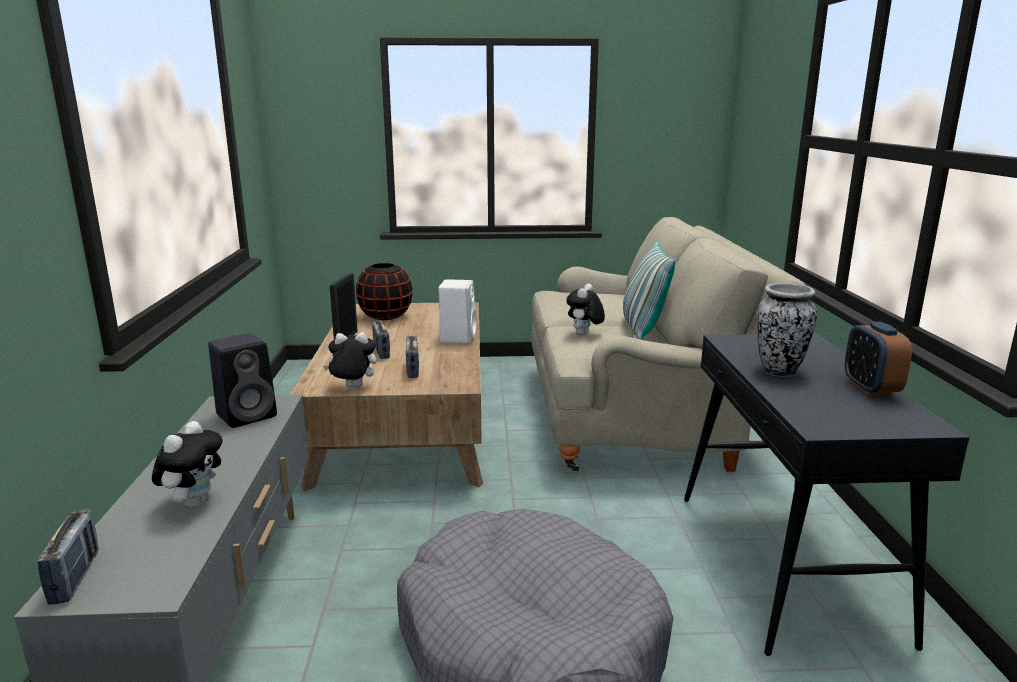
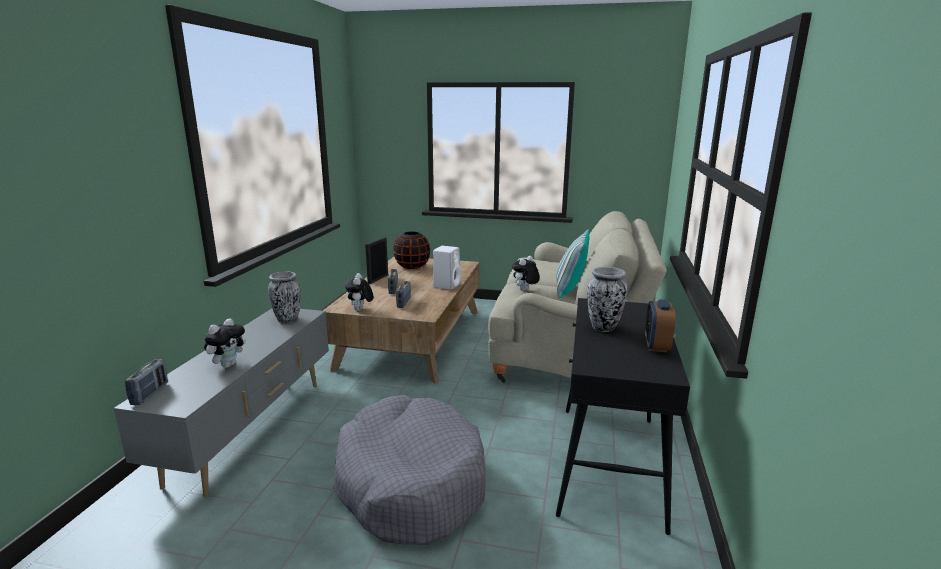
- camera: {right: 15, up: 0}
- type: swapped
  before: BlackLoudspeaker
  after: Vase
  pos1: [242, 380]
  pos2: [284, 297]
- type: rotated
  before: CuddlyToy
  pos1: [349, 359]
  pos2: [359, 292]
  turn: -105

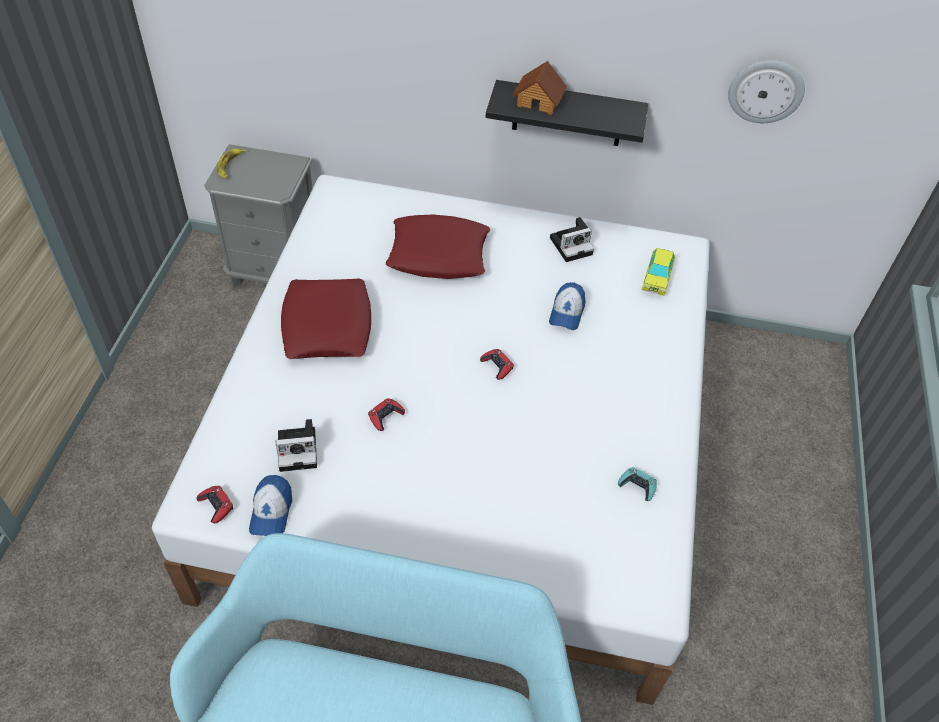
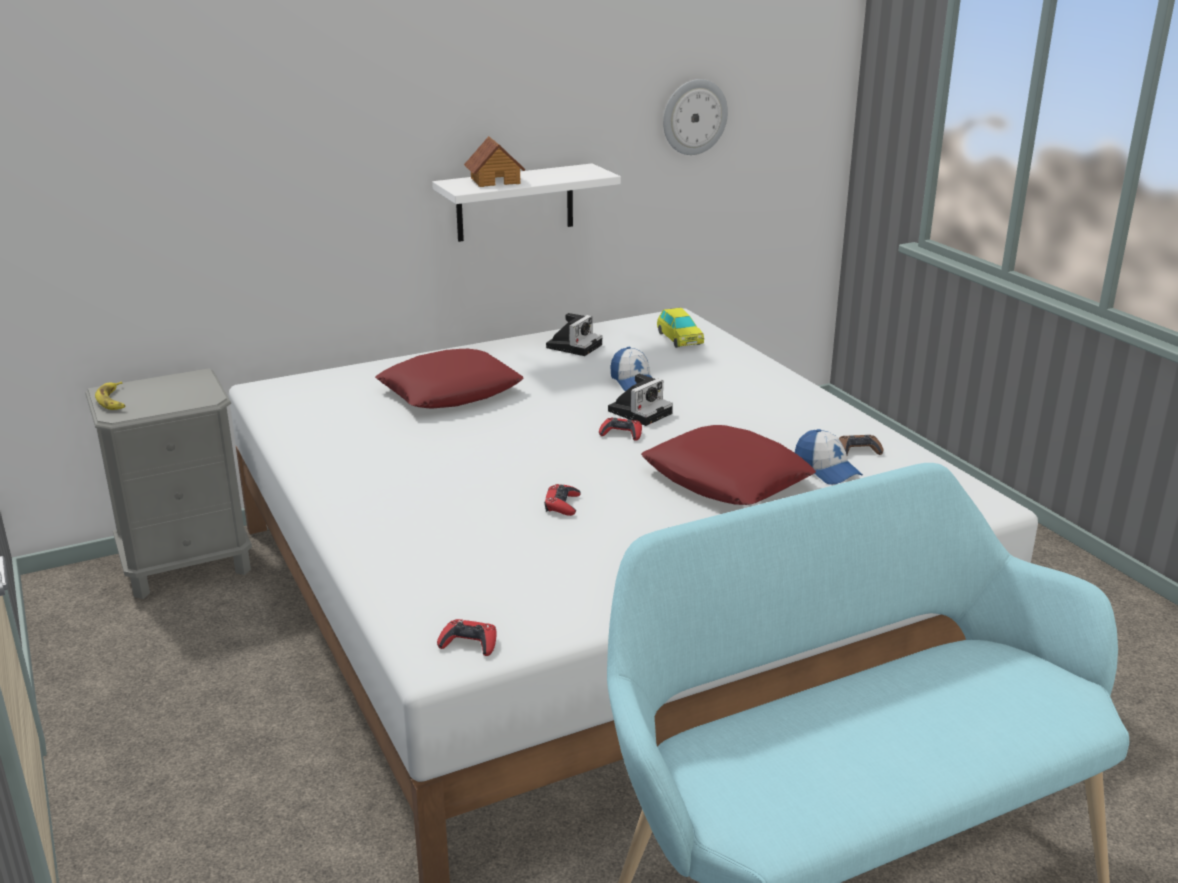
- camera: {right: -35, up: -25}
- type: shifted
  before: PeakedCap
  pos1: [270, 505]
  pos2: [829, 457]
- type: shifted
  before: PhotoCamera
  pos1: [296, 445]
  pos2: [640, 400]
- type: shifted
  before: ReddishThrowPillow
  pos1: [326, 318]
  pos2: [728, 465]
- type: repainted
  before: BlackWallShelf
  after: WhiteColouredWallShelf
  pos1: [567, 113]
  pos2: [526, 202]
- type: repainted
  before: TurquoiseColouredJoypad
  after: BrownColouredJoypad
  pos1: [637, 484]
  pos2: [861, 445]

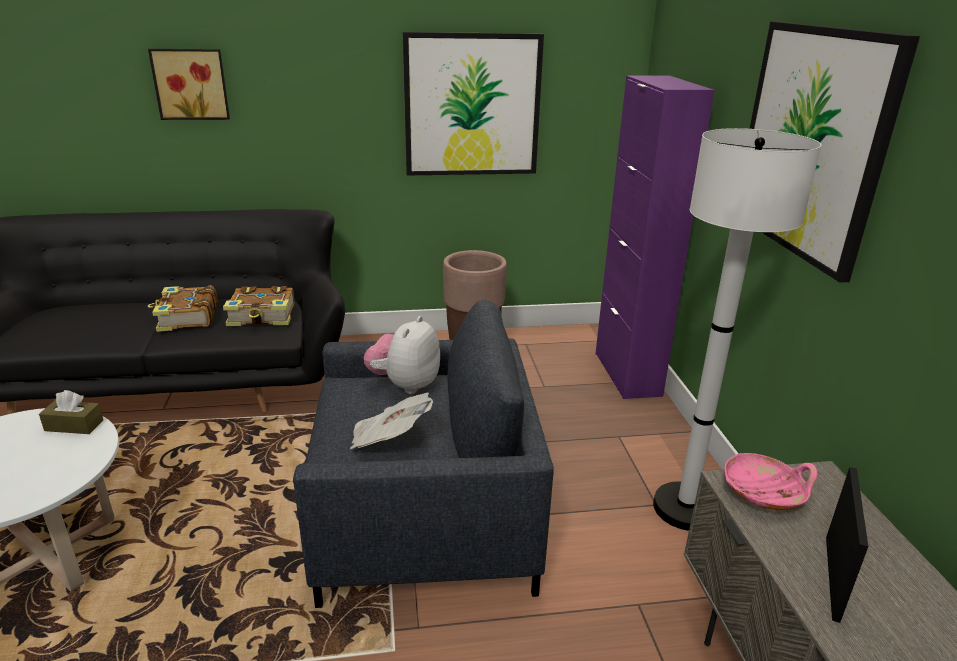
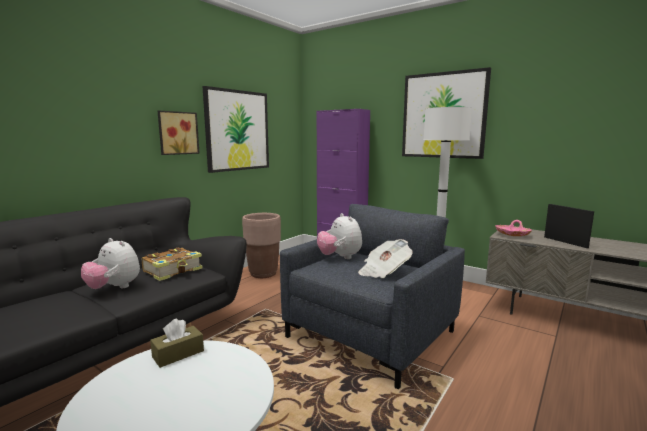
- camera: {right: -45, up: -15}
- type: shifted
  before: WallArt
  pos1: [189, 84]
  pos2: [179, 133]
- type: swapped
  before: BoundBook
  after: CuddlyToy
  pos1: [183, 308]
  pos2: [110, 263]

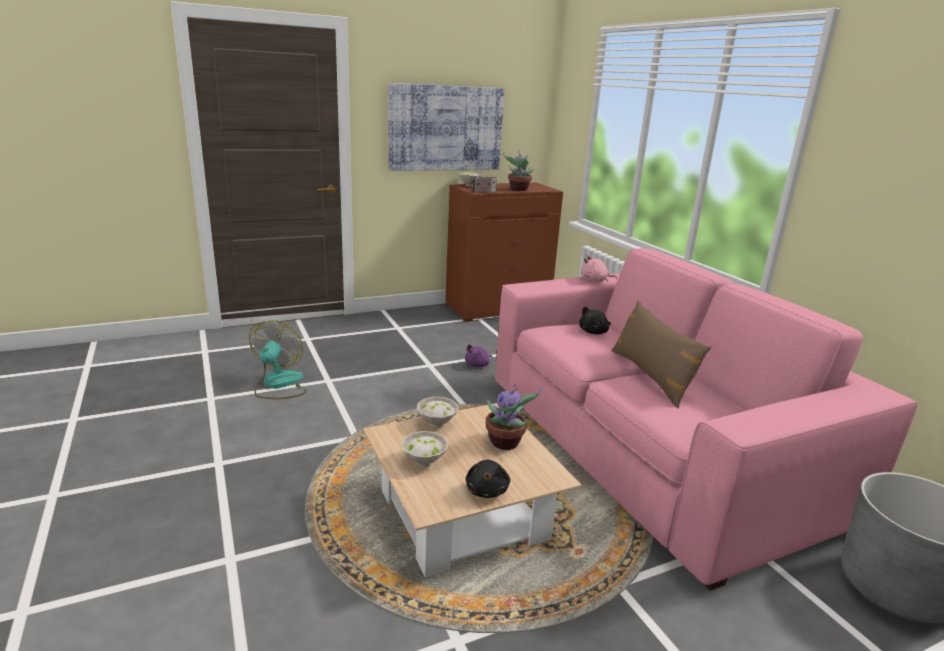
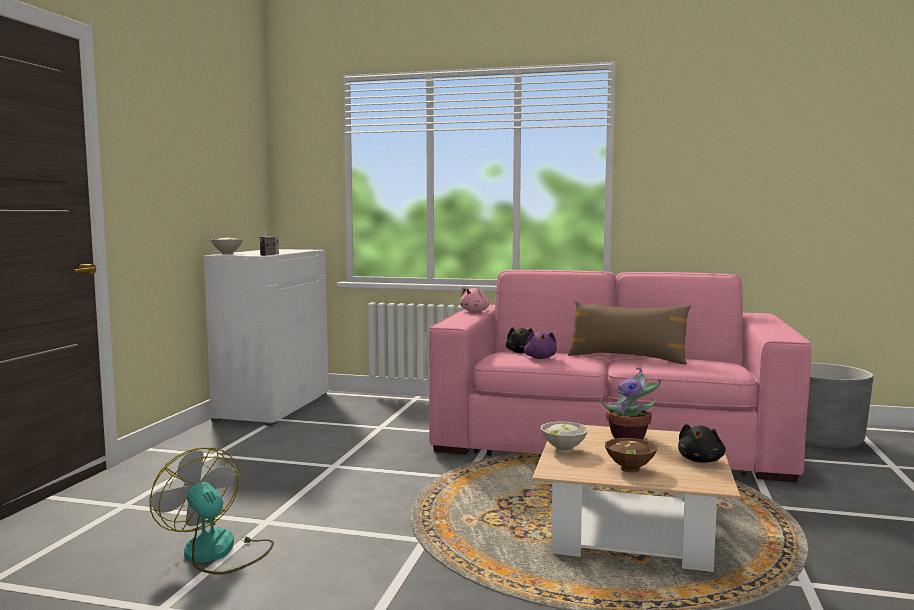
- camera: {right: -50, up: -15}
- type: gone
  before: WallArt
  pos1: [446, 127]
- type: gone
  before: PlantInAPot
  pos1: [518, 170]
- type: shifted
  before: PurplishCuddlyToy
  pos1: [478, 355]
  pos2: [540, 345]
- type: repainted
  before: WhiteColouredBowl
  after: BrownColouredBowl
  pos1: [424, 449]
  pos2: [631, 455]
- type: repainted
  before: BrownColouredStorageCabinet
  after: WhiteColouredStorageCabinet
  pos1: [504, 252]
  pos2: [266, 337]
- type: rotated
  before: BlackCuddlyToy
  pos1: [488, 479]
  pos2: [702, 443]
  turn: 75

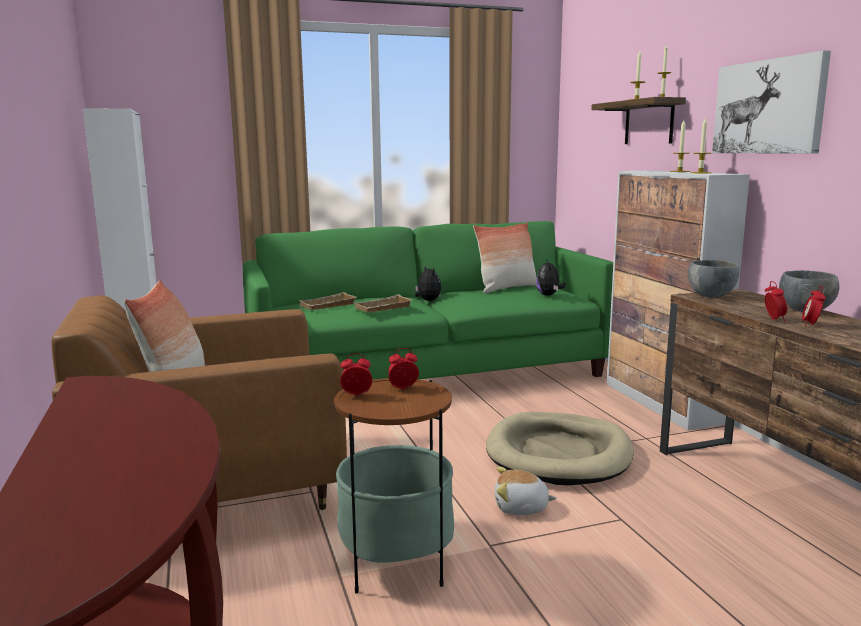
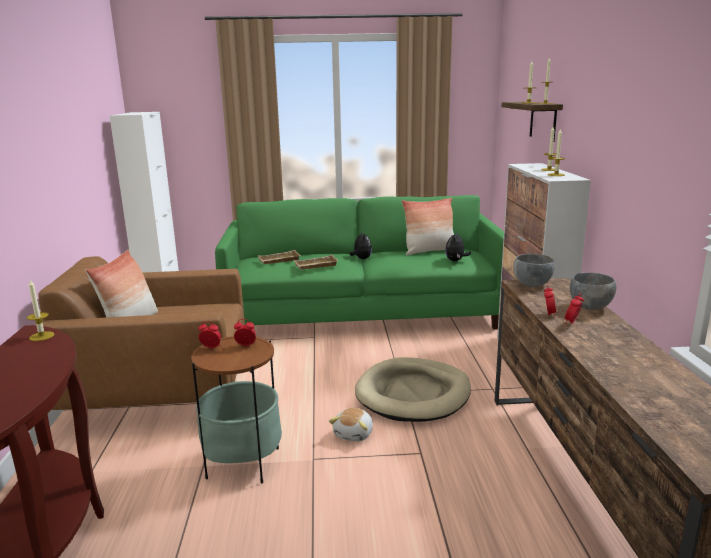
- camera: {right: 15, up: 5}
- type: gone
  before: WallArt
  pos1: [771, 102]
- type: new
  after: Candle
  pos2: [40, 310]
- type: rotated
  before: CuddlyToy
  pos1: [526, 491]
  pos2: [351, 425]
  turn: -90

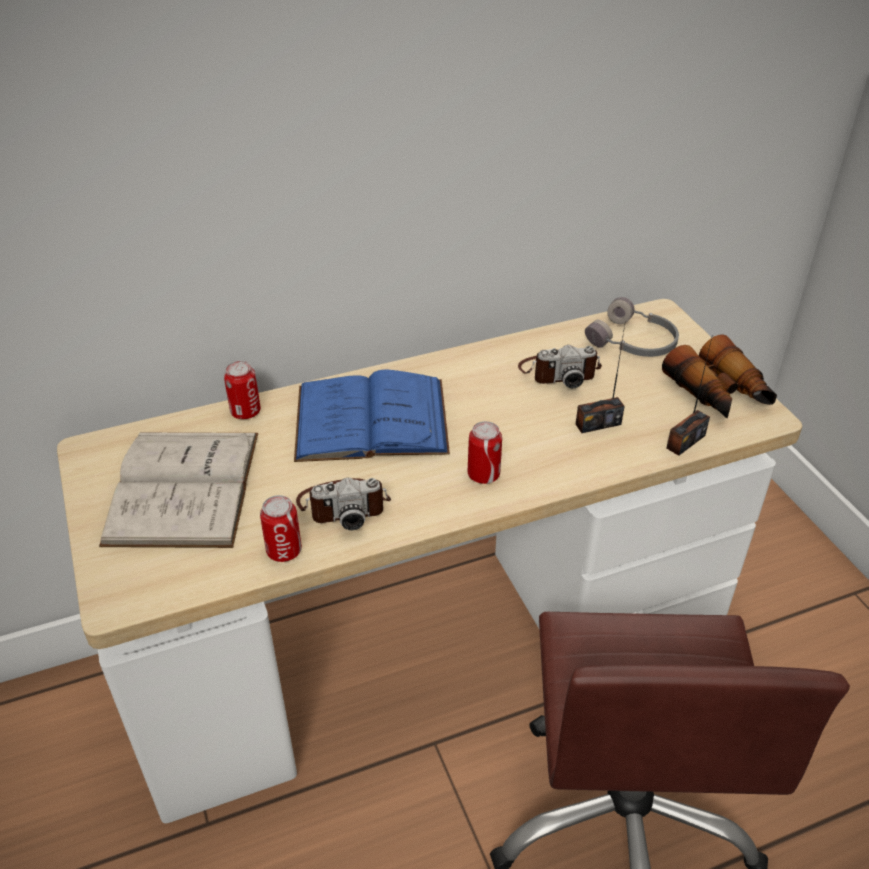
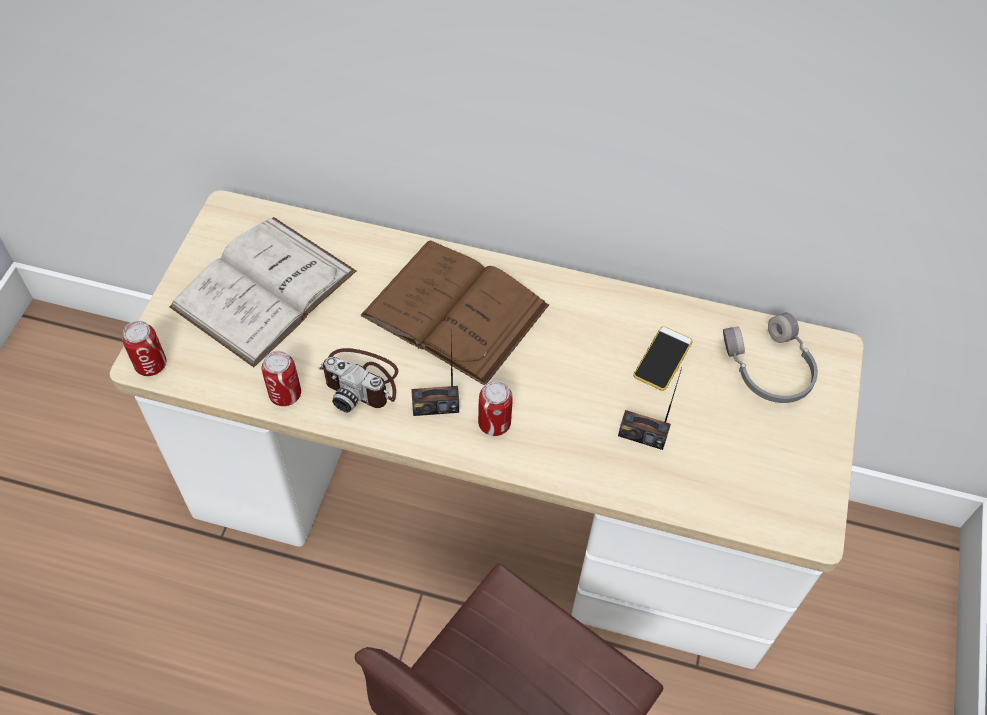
- camera: {right: 35, up: 15}
- type: gone
  before: PairOfBinoculars
  pos1: [719, 376]
- type: shifted
  before: MetalCan
  pos1: [242, 390]
  pos2: [144, 348]
- type: shifted
  before: Radio
  pos1: [689, 395]
  pos2: [435, 377]
- type: swapped
  before: PhotoCamera
  after: Telephone
  pos1: [560, 367]
  pos2: [662, 358]
- type: repainted
  before: BluishBoundBook
  after: BrownColouredBoundBook
  pos1: [372, 415]
  pos2: [455, 313]

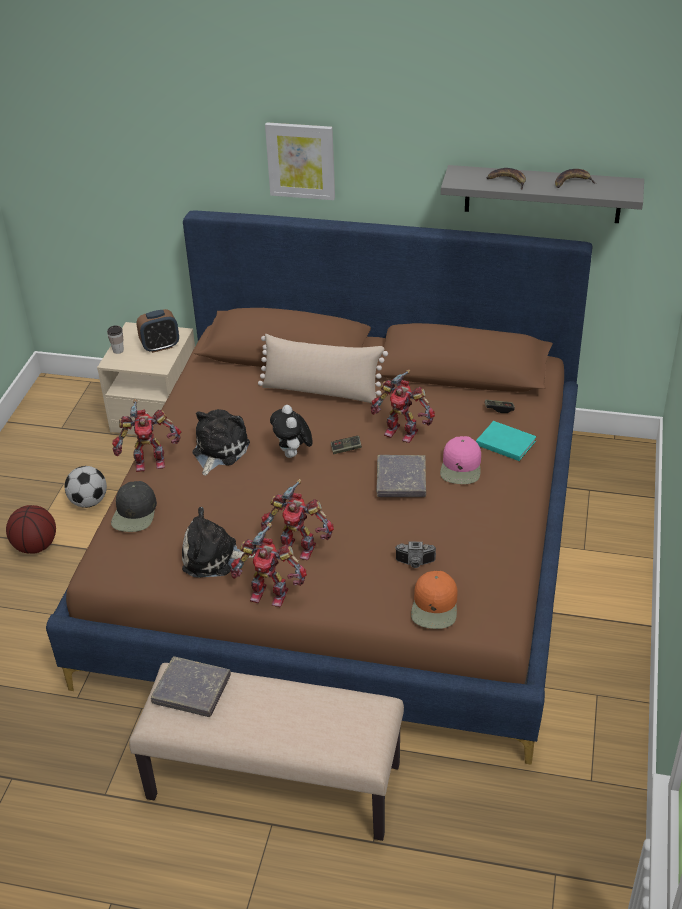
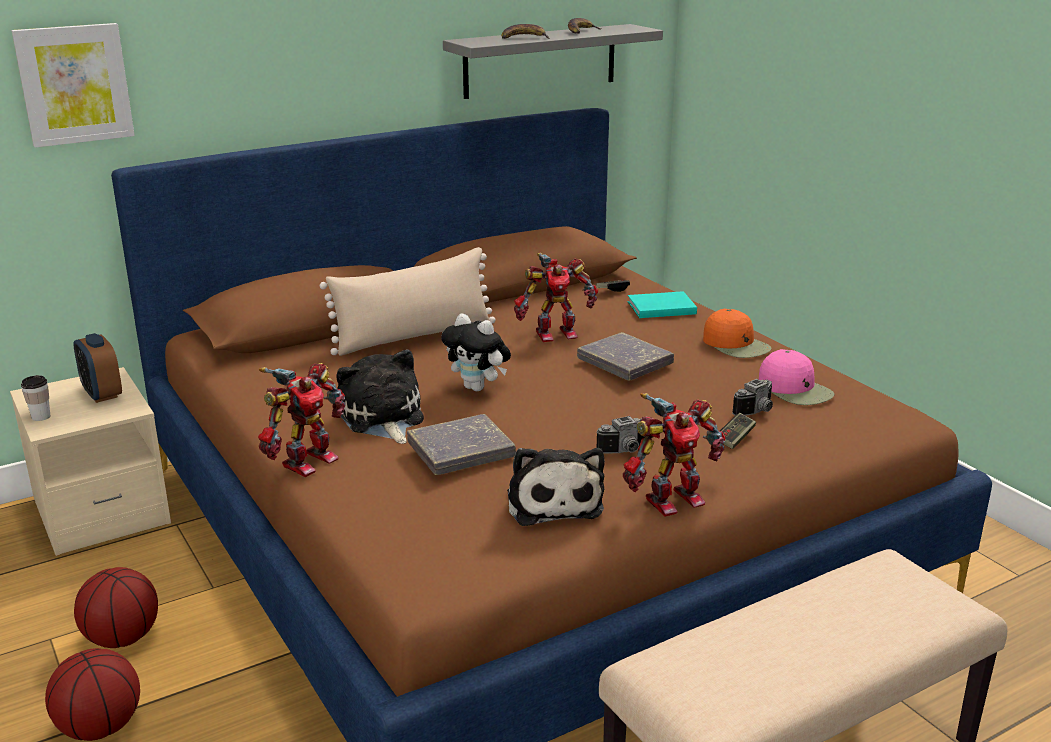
- camera: {right: -45, up: -15}
- type: gone
  before: BlackPeakedCap
  pos1: [134, 506]
- type: shifted
  before: GrayBoundBook
  pos1: [191, 686]
  pos2: [461, 444]
- type: shifted
  before: WallArt
  pos1: [300, 161]
  pos2: [73, 85]
- type: shifted
  before: Joypad
  pos1: [346, 445]
  pos2: [738, 431]
- type: shifted
  before: OrangePeakedCap
  pos1: [434, 600]
  pos2: [737, 333]
- type: shifted
  before: PinkishPeakedCap
  pos1: [460, 460]
  pos2: [796, 377]
- type: swapped
  before: BallForFootball
  after: BallForBasketball
  pos1: [86, 487]
  pos2: [116, 607]
- type: swapped
  before: ToyRobot
  after: PhotoCamera
  pos1: [297, 519]
  pos2: [620, 434]
- type: rotated
  before: AlarmClock
  pos1: [157, 331]
  pos2: [97, 368]
  turn: 120
- type: rotated
  before: CuddlyToy
  pos1: [219, 542]
  pos2: [556, 487]
  turn: -60

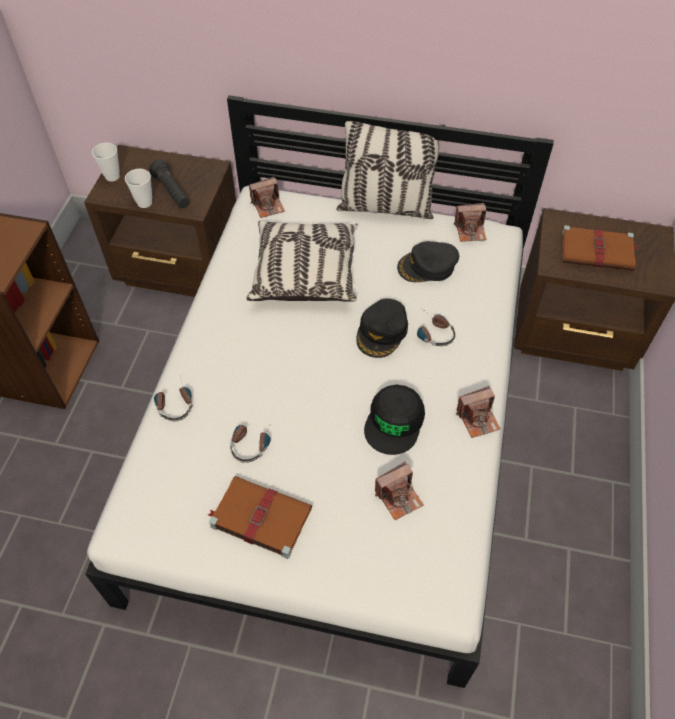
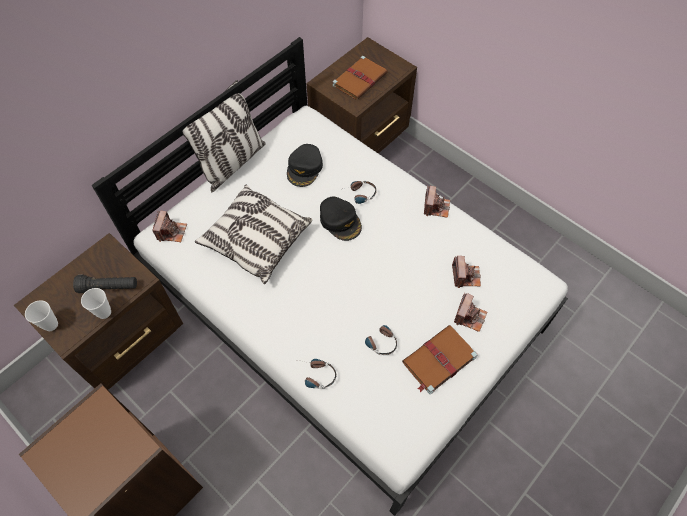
- camera: {right: -60, up: 5}
- type: gone
  before: BlackPeakedCap
  pos1: [394, 419]
- type: shifted
  before: PhotoCamera
  pos1: [470, 222]
  pos2: [470, 312]

